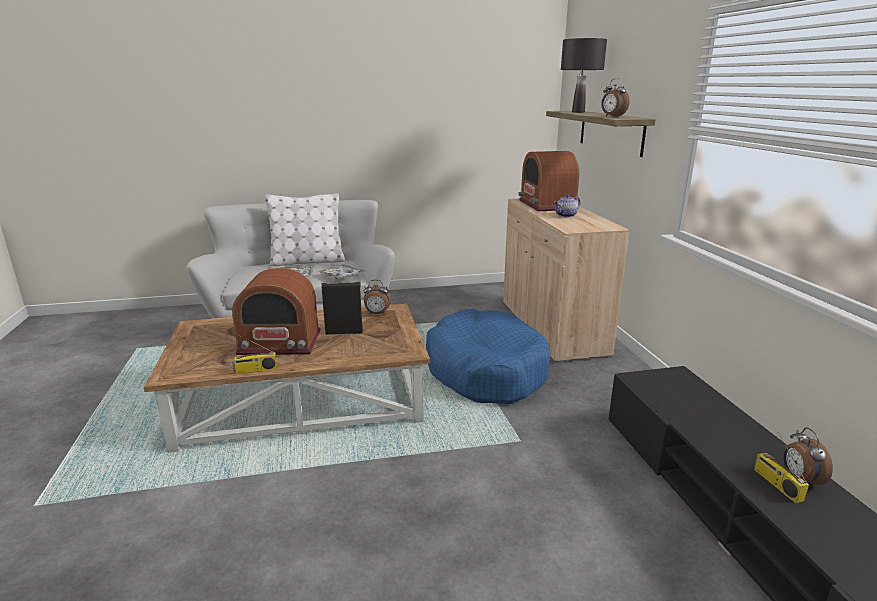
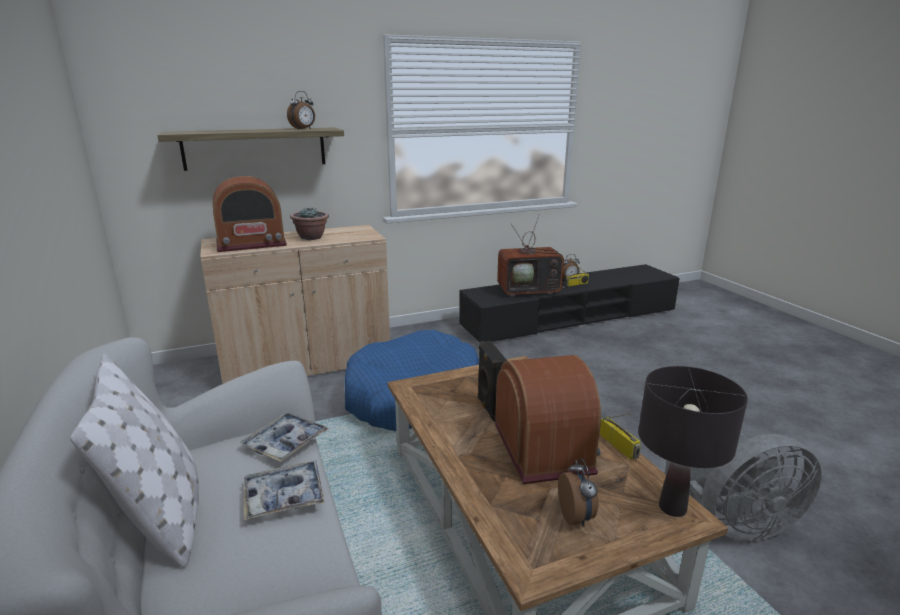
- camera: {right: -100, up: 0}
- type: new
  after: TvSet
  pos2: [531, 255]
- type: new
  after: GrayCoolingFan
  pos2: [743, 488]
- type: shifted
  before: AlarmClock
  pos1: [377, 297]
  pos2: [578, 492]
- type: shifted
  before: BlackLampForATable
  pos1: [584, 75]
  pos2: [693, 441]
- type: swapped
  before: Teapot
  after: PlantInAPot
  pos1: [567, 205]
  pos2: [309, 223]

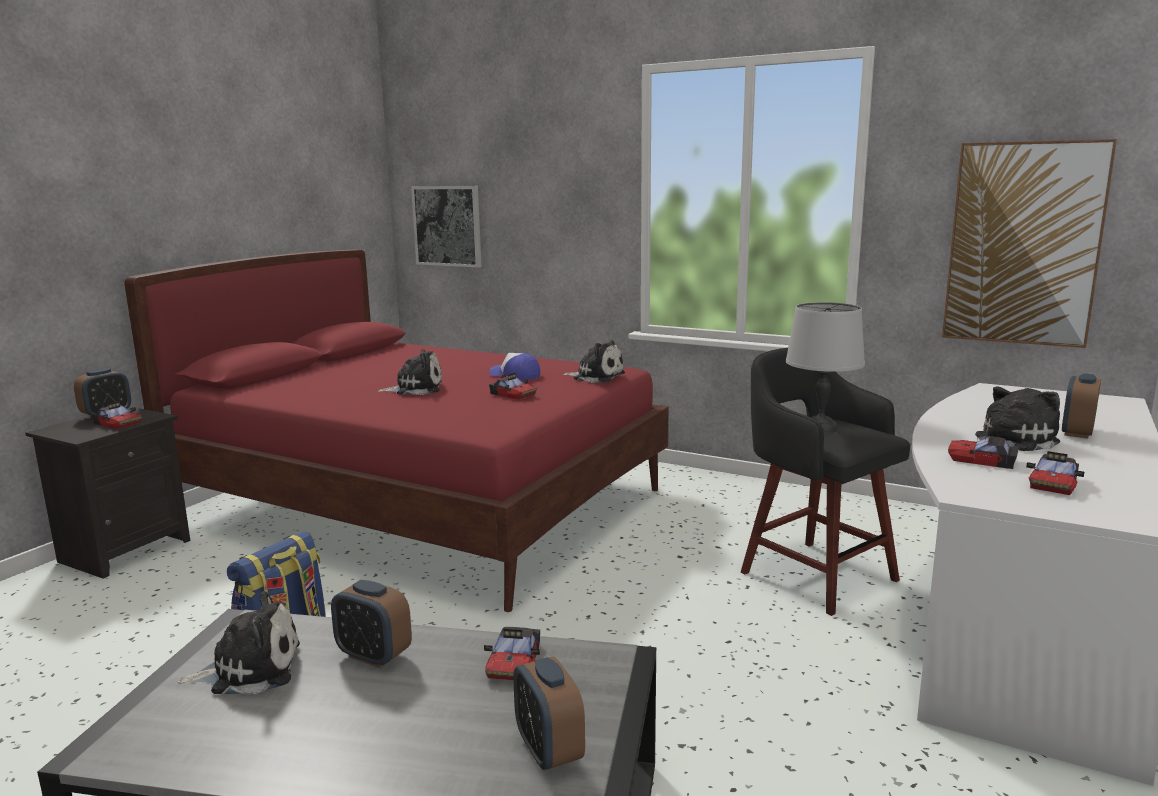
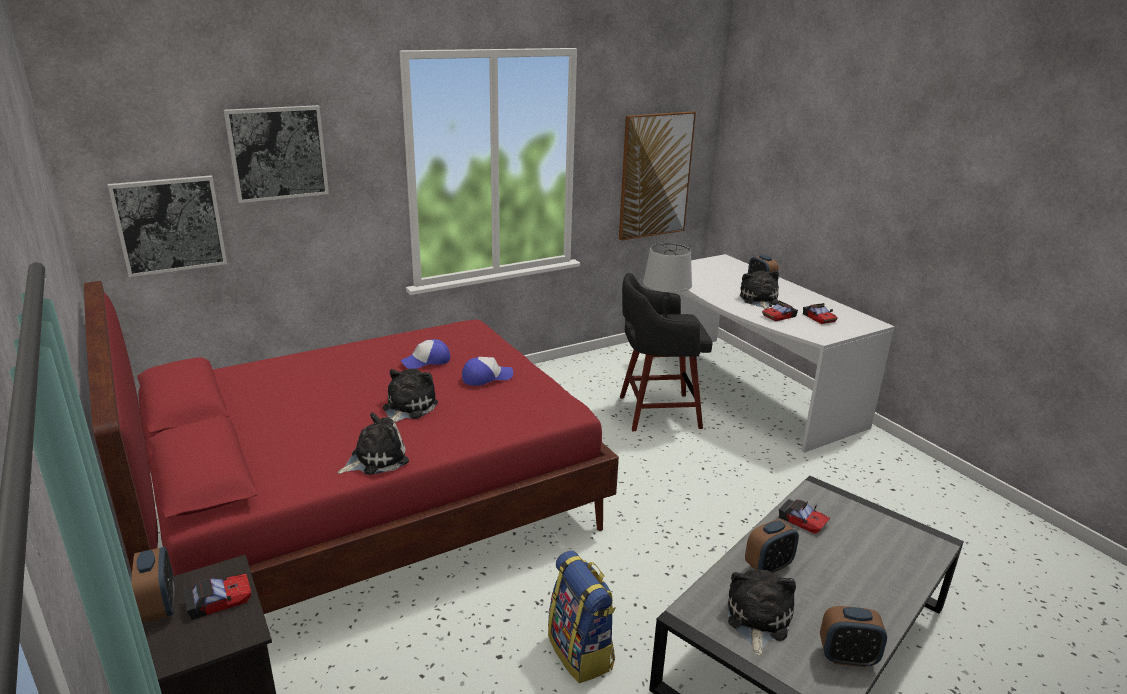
- camera: {right: -60, up: 10}
- type: new
  after: WallArt
  pos2: [276, 154]
- type: shifted
  before: AlarmClock
  pos1: [549, 713]
  pos2: [853, 636]
- type: shifted
  before: CuddlyToy
  pos1: [593, 361]
  pos2: [373, 443]
- type: swapped
  before: ToyCar
  after: PeakedCap
  pos1: [513, 386]
  pos2: [487, 371]

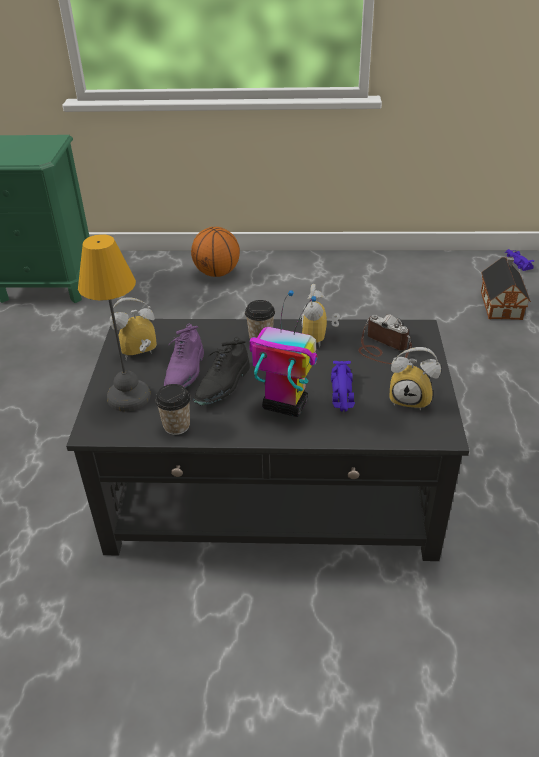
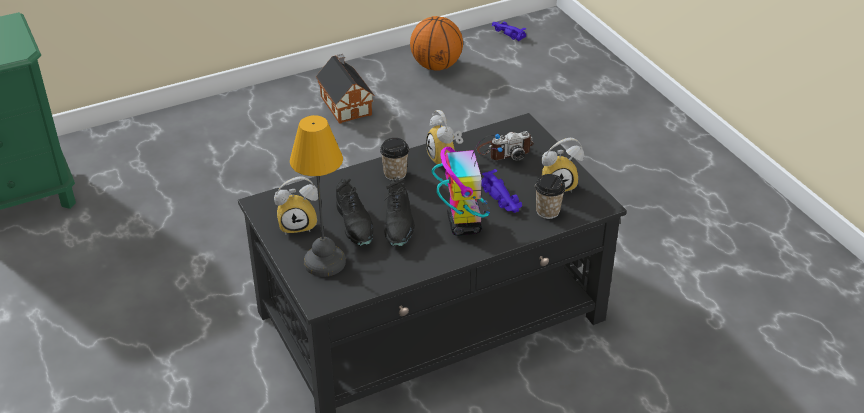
- camera: {right: -30, up: 0}
- type: shifted
  before: DrinkingCup
  pos1: [173, 409]
  pos2: [550, 196]
- type: shifted
  before: BallForBasketball
  pos1: [215, 252]
  pos2: [436, 43]
- type: shifted
  before: ModelHouse
  pos1: [506, 288]
  pos2: [345, 89]
- type: repainted
  before: PurplishShoe
  after: BlackShoe
  pos1: [184, 356]
  pos2: [354, 212]
- type: rotated
  before: AlarmClock
  pos1: [133, 328]
  pos2: [296, 205]
  turn: -135
- type: rotated
  before: ToyRobot
  pos1: [283, 354]
  pos2: [467, 185]
  turn: 90
- type: rotated
  before: PhotoCamera
  pos1: [385, 339]
  pos2: [505, 146]
  turn: 150

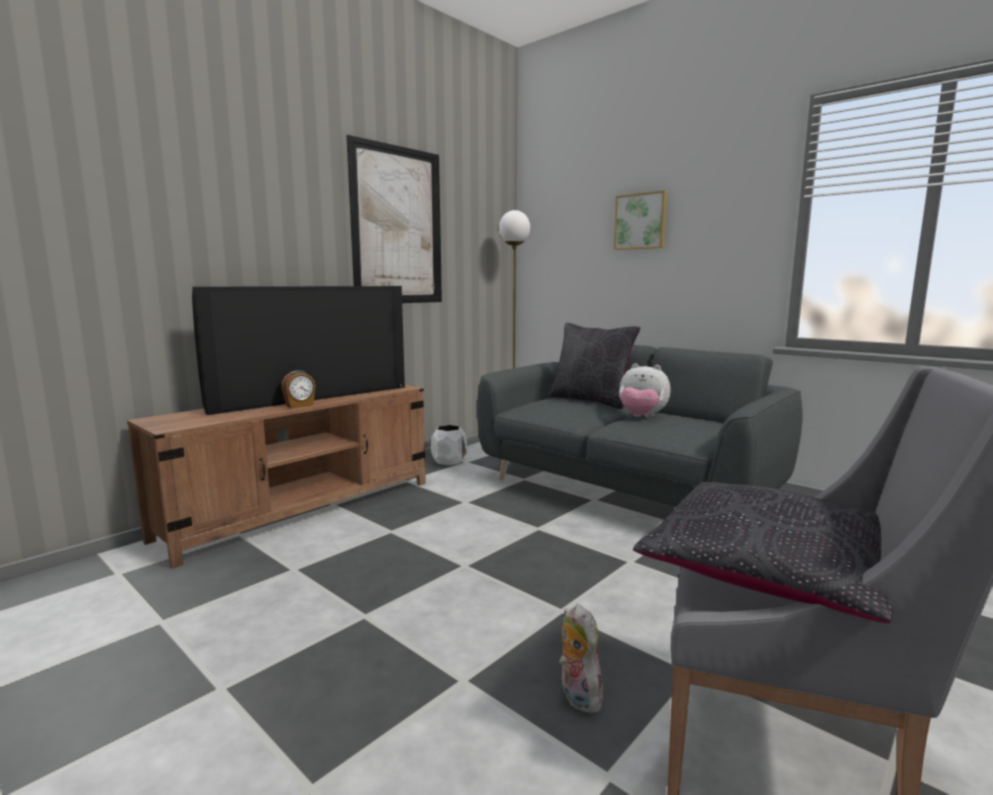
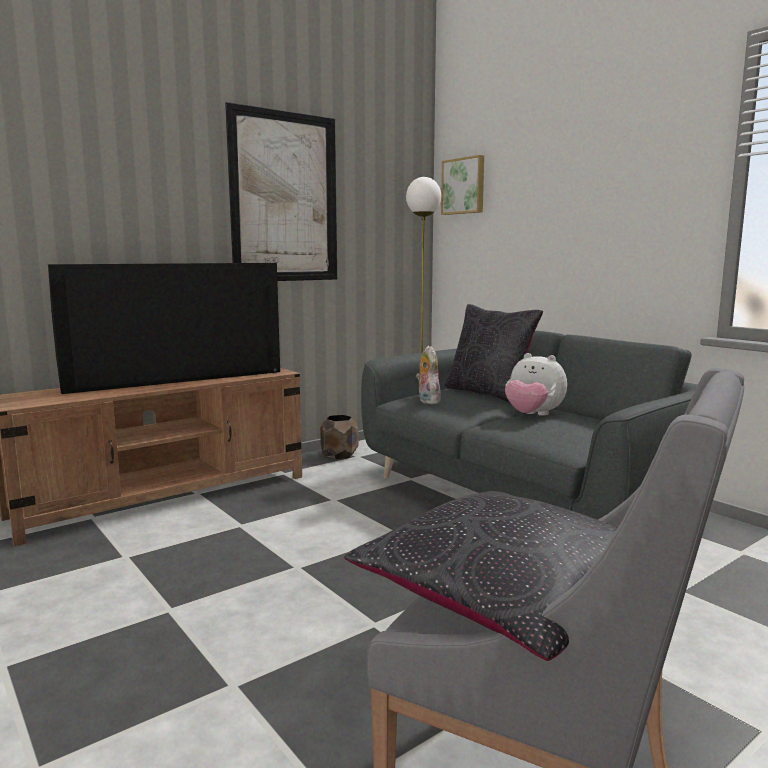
- camera: {right: 10, up: 0}
- type: gone
  before: AlarmClock
  pos1: [298, 389]
- type: shifted
  before: CuddlyToy
  pos1: [581, 658]
  pos2: [428, 375]
- type: shifted
  before: WallArt
  pos1: [641, 220]
  pos2: [462, 185]
- type: repainted
  before: WhiteColouredPlantPot
  after: BrownColouredPlantPot
  pos1: [449, 445]
  pos2: [339, 437]

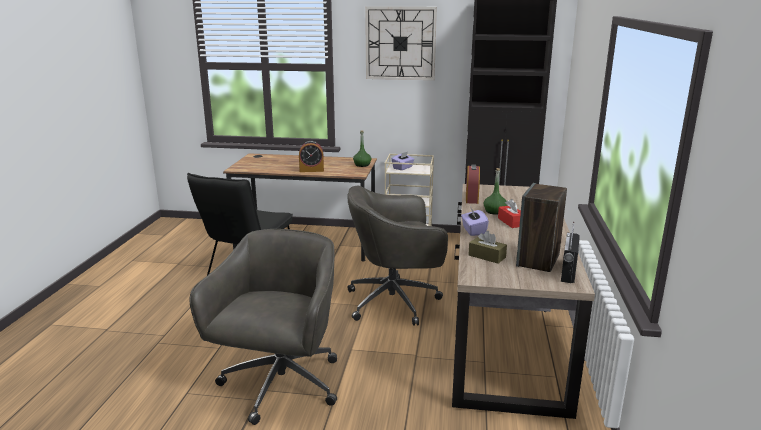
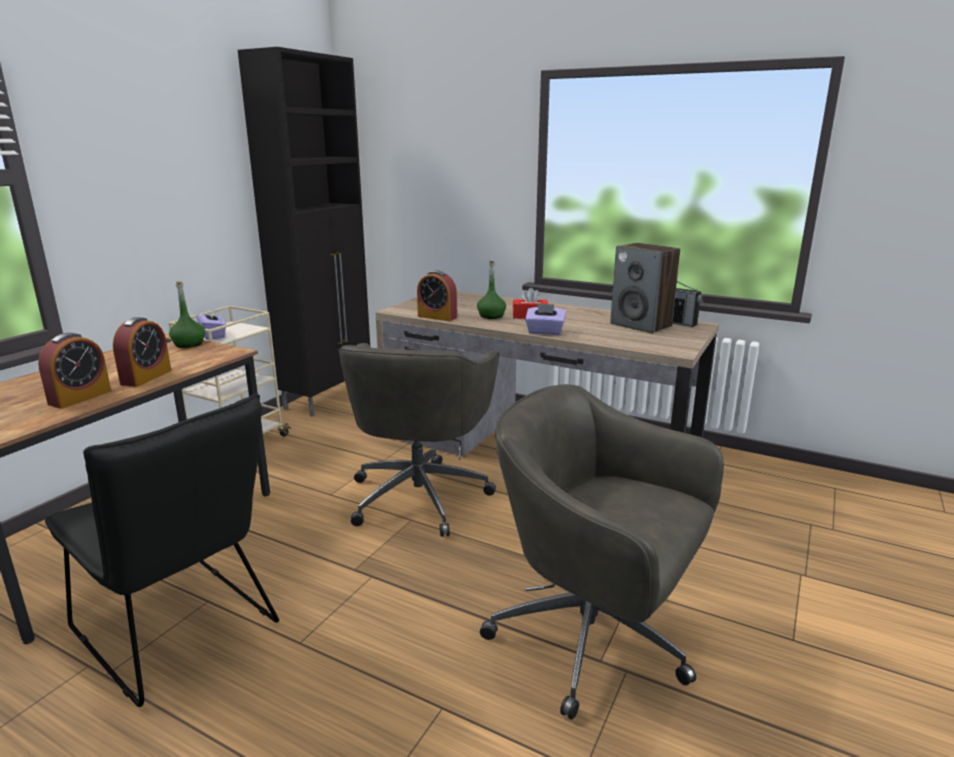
- camera: {right: -70, up: 0}
- type: gone
  before: HangingClock
  pos1: [401, 43]
- type: gone
  before: BrownColouredTissueBox
  pos1: [488, 247]
- type: new
  after: AlarmClock
  pos2: [74, 371]

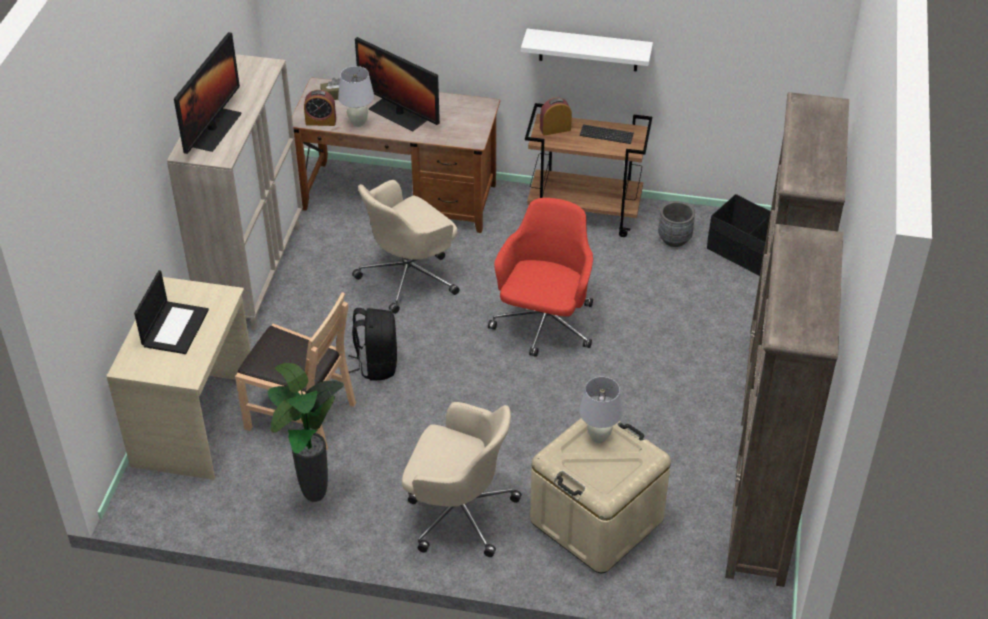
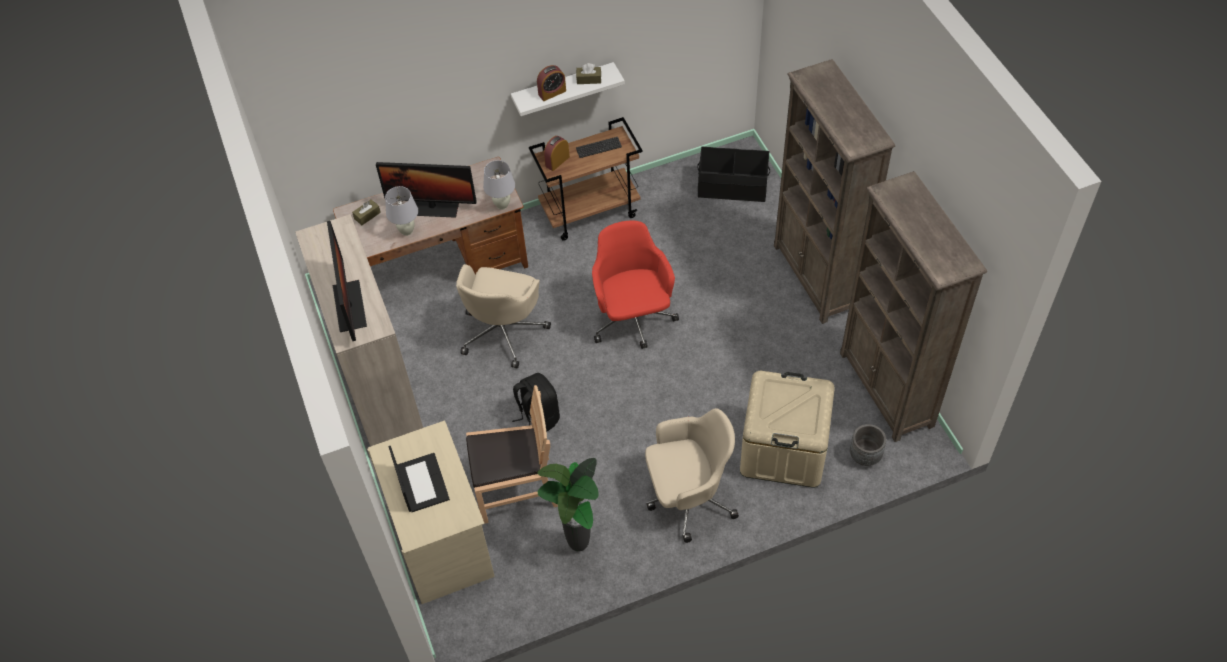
- camera: {right: -30, up: 10}
- type: new
  after: BrownColouredTissueBox
  pos2: [588, 73]
- type: shifted
  before: AlarmClock
  pos1: [320, 108]
  pos2: [551, 83]
- type: shifted
  before: WhiteColouredLampForATable
  pos1: [601, 410]
  pos2: [499, 185]
- type: shifted
  before: GrayPlantPot
  pos1: [676, 224]
  pos2: [868, 445]

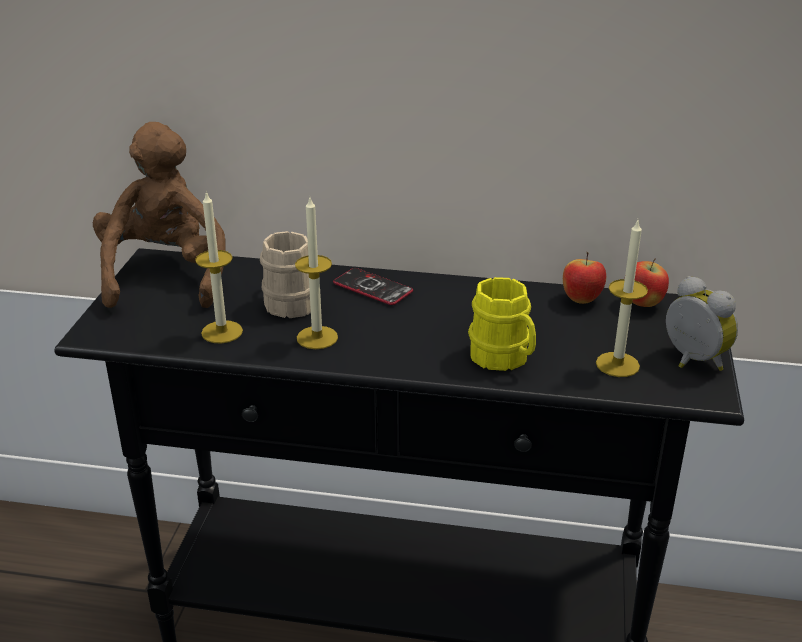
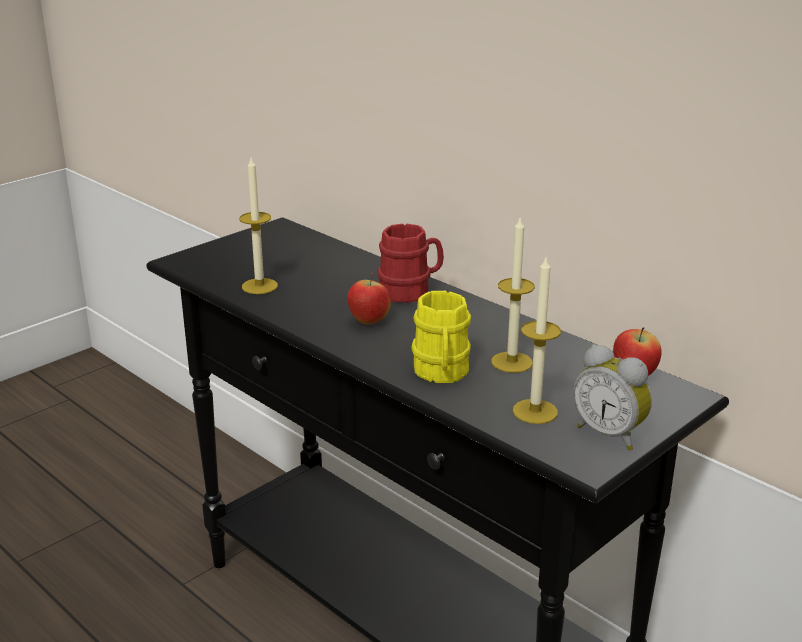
- camera: {right: 35, up: -5}
- type: gone
  before: BrownColouredCuddlyToy
  pos1: [159, 215]
- type: gone
  before: BeigeColouredMug
  pos1: [285, 274]
- type: shifted
  before: Candle
  pos1: [316, 273]
  pos2: [513, 295]
- type: shifted
  before: AppleFruit
  pos1: [584, 278]
  pos2: [369, 298]
- type: swapped
  before: Telephone
  after: ReddishMug
  pos1: [373, 286]
  pos2: [411, 263]
- type: rotated
  before: AlarmClock
  pos1: [702, 323]
  pos2: [612, 397]
  turn: 135

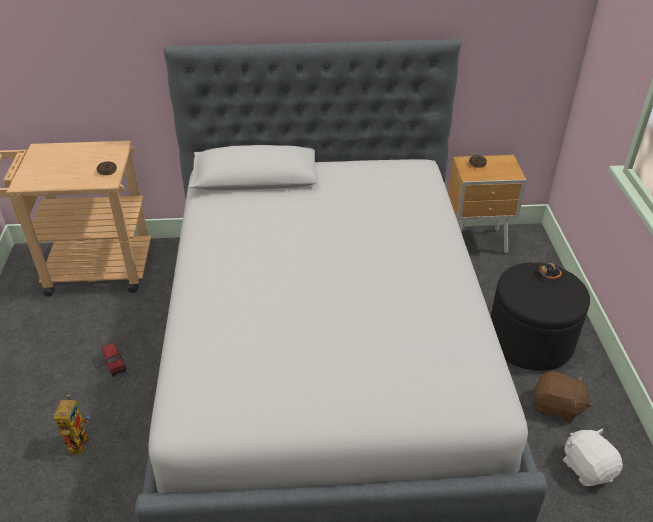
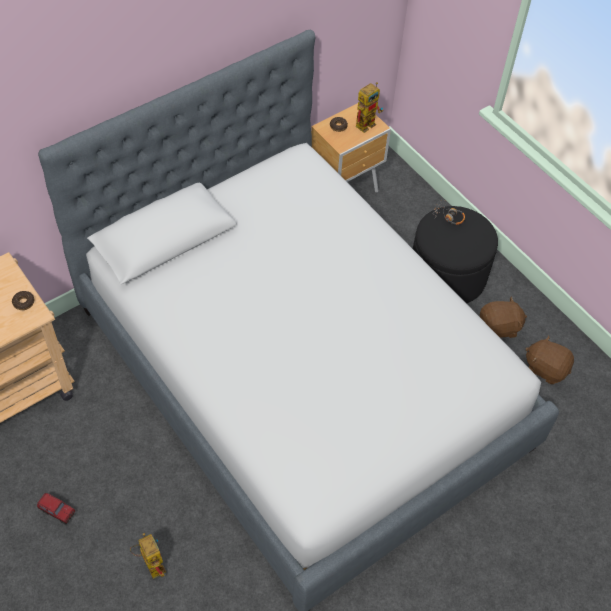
- camera: {right: -35, up: 15}
- type: new
  after: ToyRobot
  pos2: [369, 107]
- type: shifted
  before: ModelTruck
  pos1: [113, 360]
  pos2: [56, 509]
- type: repainted
  before: WhiteColouredCuddlyToy
  after: BrownColouredCuddlyToy
  pos1: [593, 457]
  pos2: [549, 359]

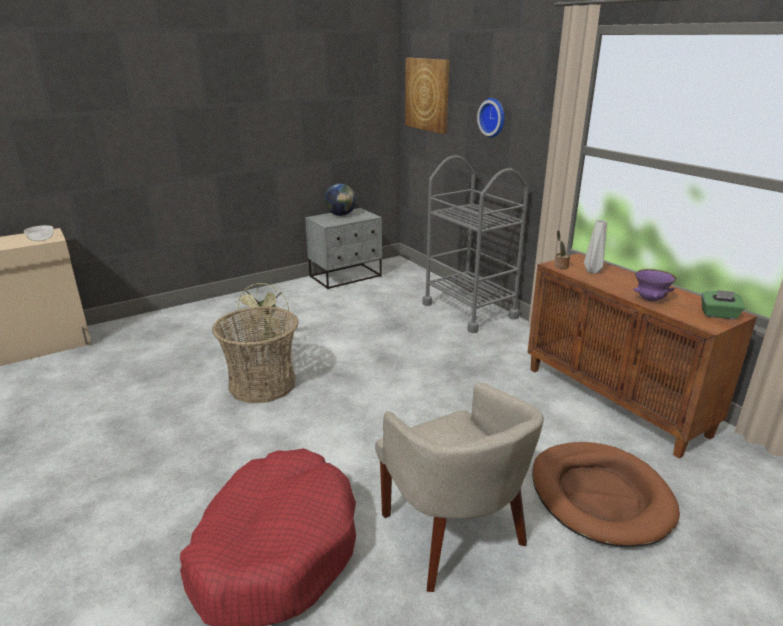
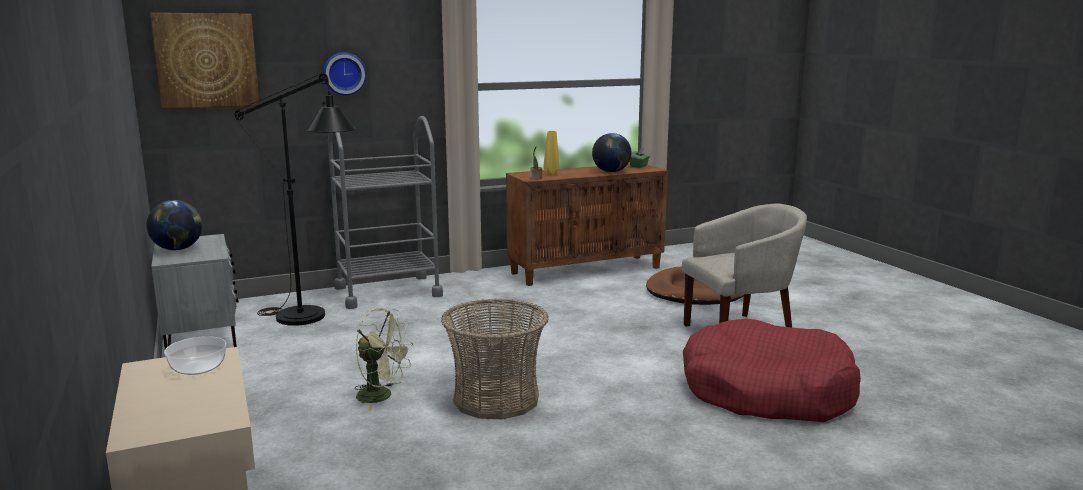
- camera: {right: -80, up: -10}
- type: new
  after: BlackStandardLamp
  pos2: [295, 199]
- type: swapped
  before: PurplishBowl
  after: WorldGlobe
  pos1: [655, 285]
  pos2: [611, 152]
- type: repainted
  before: GrayVase
  after: YellowColouredVase
  pos1: [595, 247]
  pos2: [551, 153]

